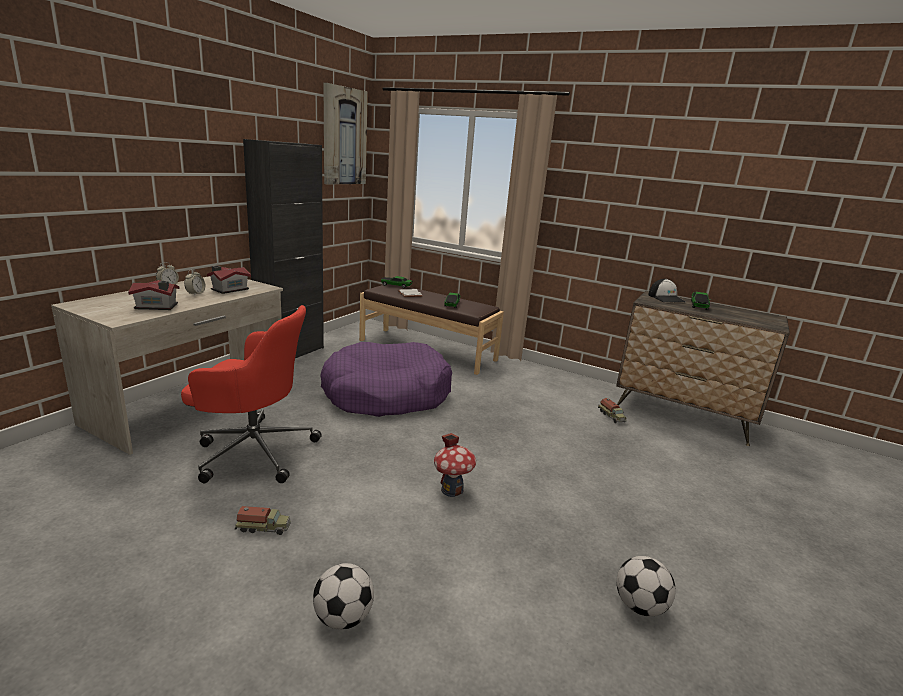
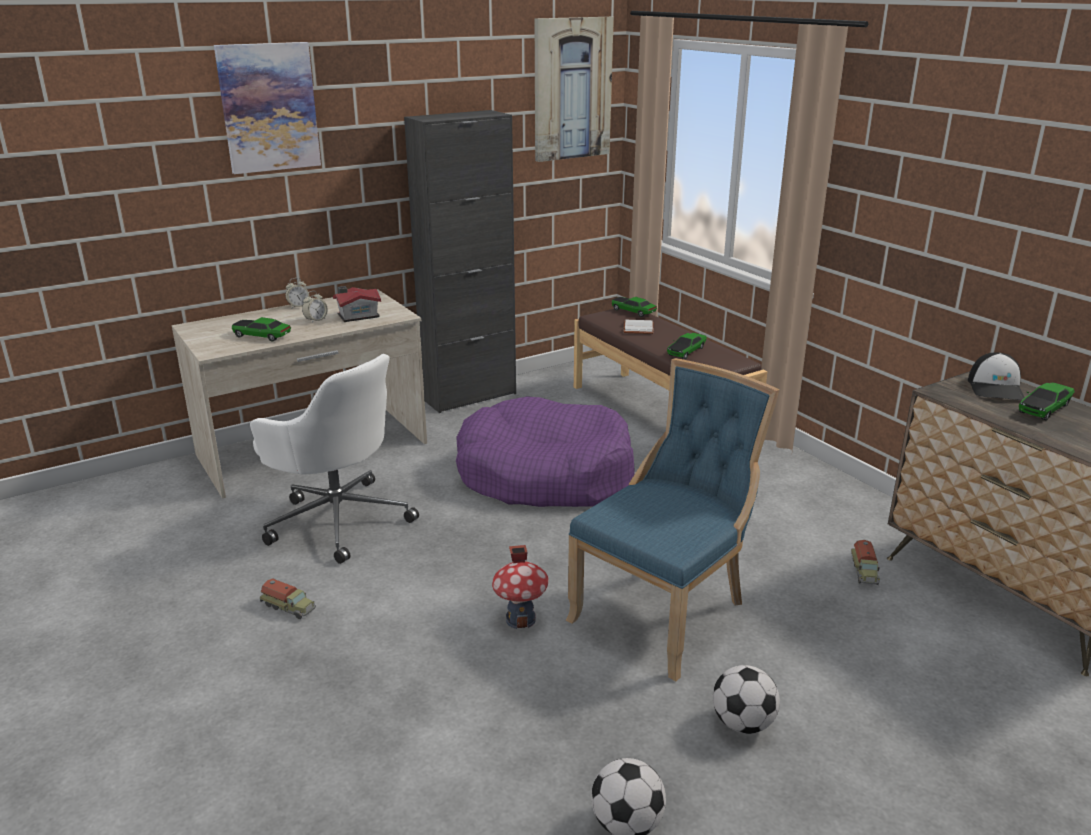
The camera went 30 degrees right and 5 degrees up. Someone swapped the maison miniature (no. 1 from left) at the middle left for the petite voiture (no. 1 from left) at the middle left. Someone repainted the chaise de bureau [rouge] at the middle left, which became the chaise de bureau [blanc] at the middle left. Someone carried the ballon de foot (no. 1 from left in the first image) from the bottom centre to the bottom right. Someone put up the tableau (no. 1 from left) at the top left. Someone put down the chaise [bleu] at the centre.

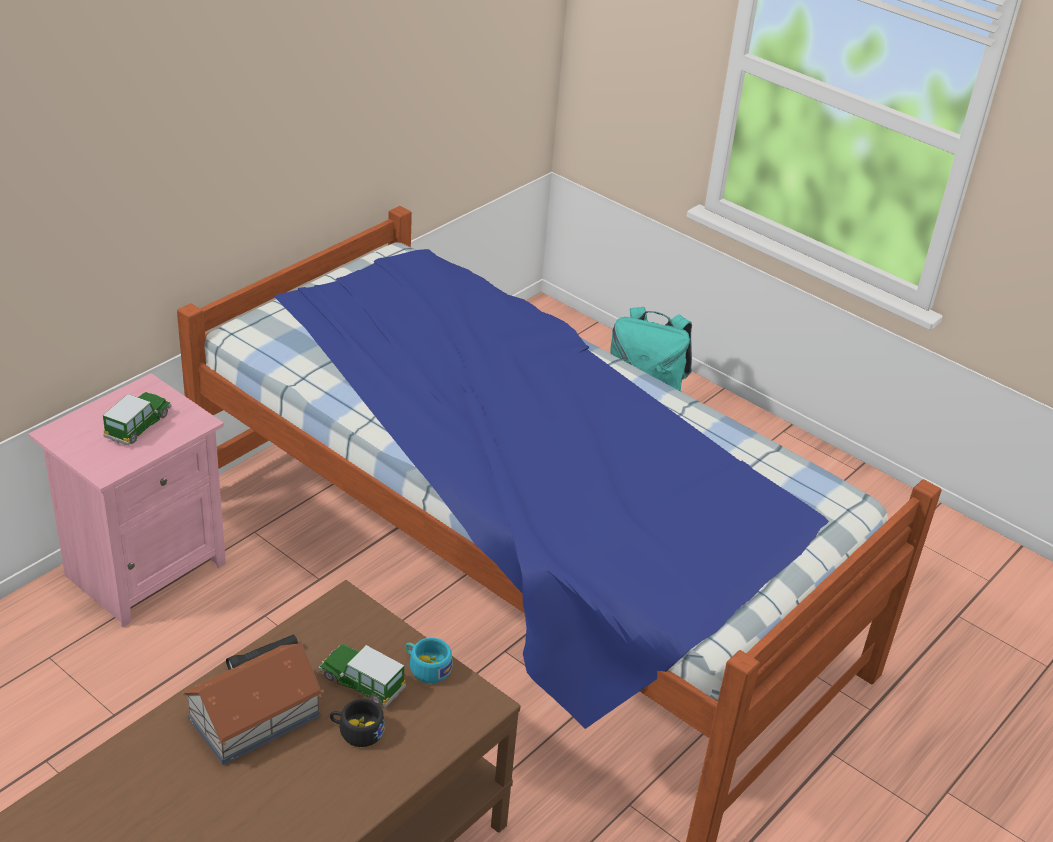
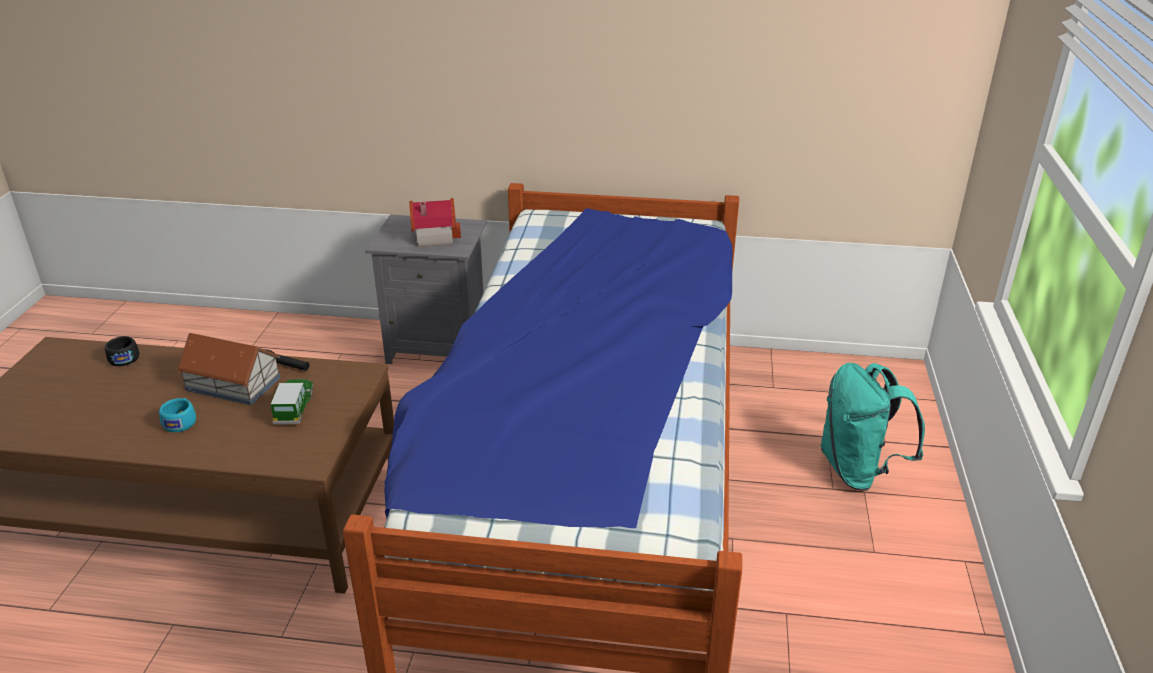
The camera went 60 degrees right and 5 degrees down. Someone repainted the table de chevet [rose] at the middle left, which became the table de chevet [gris] at the centre. Someone swapped the petite voiture (no. 1 from left) at the middle left for the maison miniature (no. 2 from left) at the top centre. Someone carried the tasse [turquoise] from the bottom centre to the middle left. Someone carried the tasse [noir] from the bottom centre to the middle left.

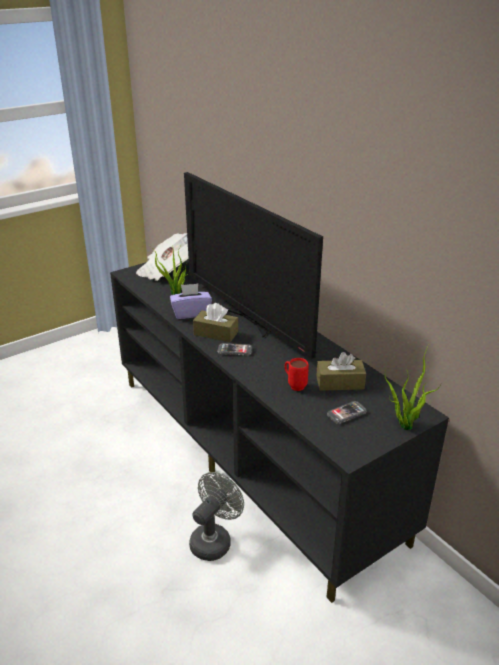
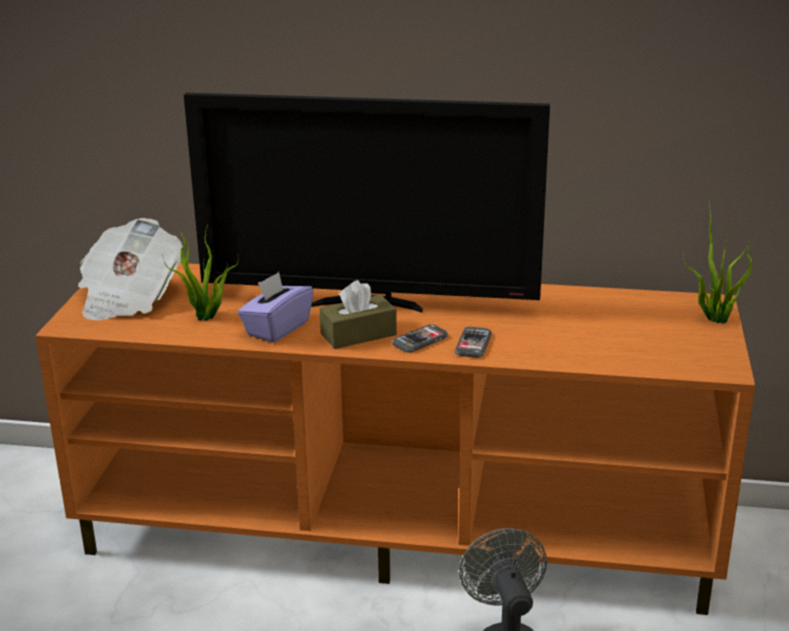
The camera went 45 degrees left and 5 degrees down. Someone repainted the meuble télé [noir] at the centre, which became the meuble télé [orange] at the bottom centre. Someone took away the boîte à mouchoirs [marron] (no. 2 from left) at the middle right. Someone took away the mug [rouge] at the centre. Someone carried the téléphone (no. 2 from left) from the middle right to the centre.

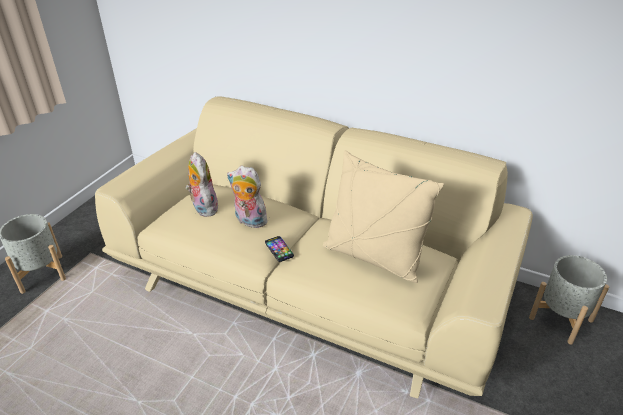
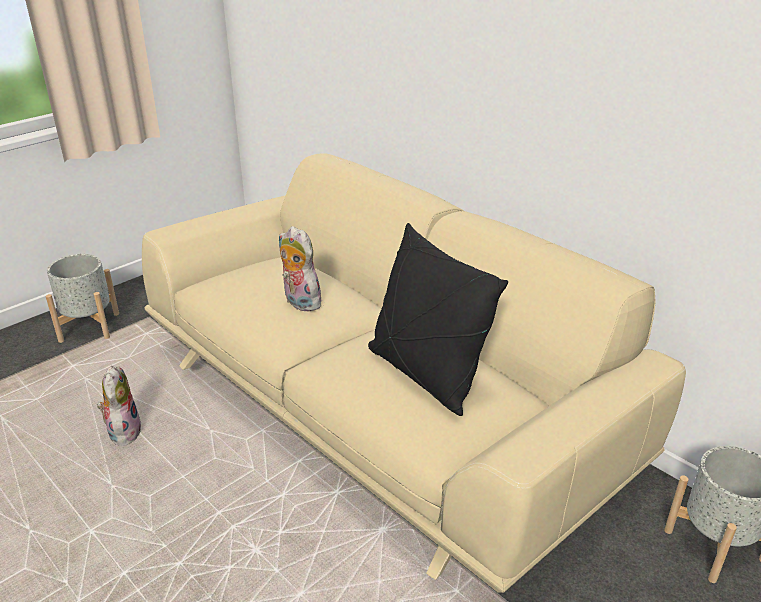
The camera went 20 degrees right and 5 degrees down. Someone repainted the coussin [beige] at the centre, which became the coussin [noir] at the centre. Someone carried the peluche (no. 1 from left) from the middle left to the bottom left. Someone took away the téléphone at the centre.

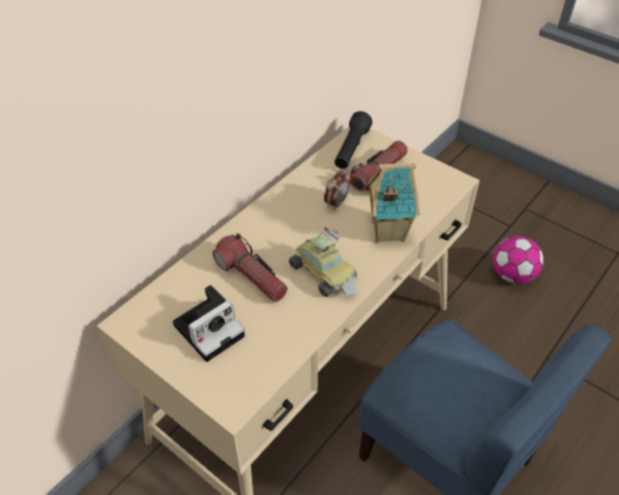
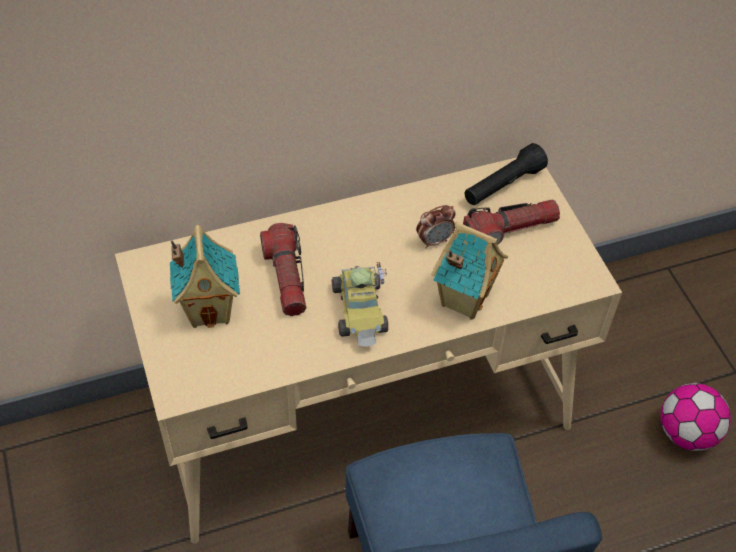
The camera went 30 degrees right and 5 degrees up. Someone swapped the appareil photo at the centre for the maison miniature (no. 1 from left) at the middle left.

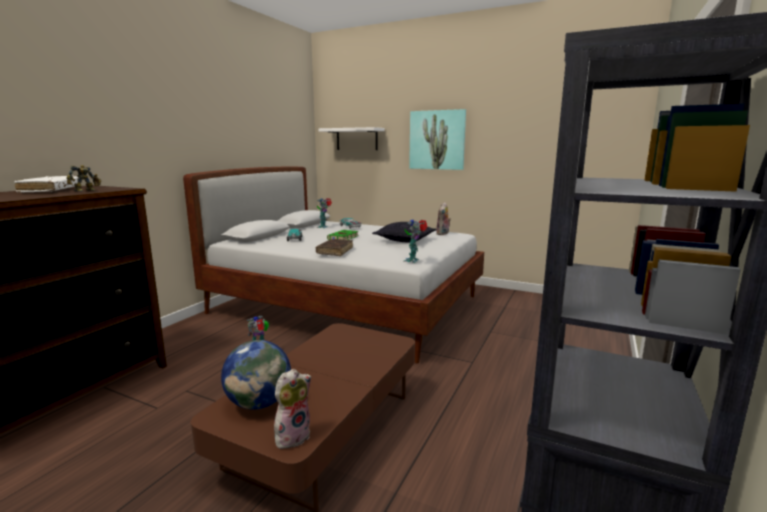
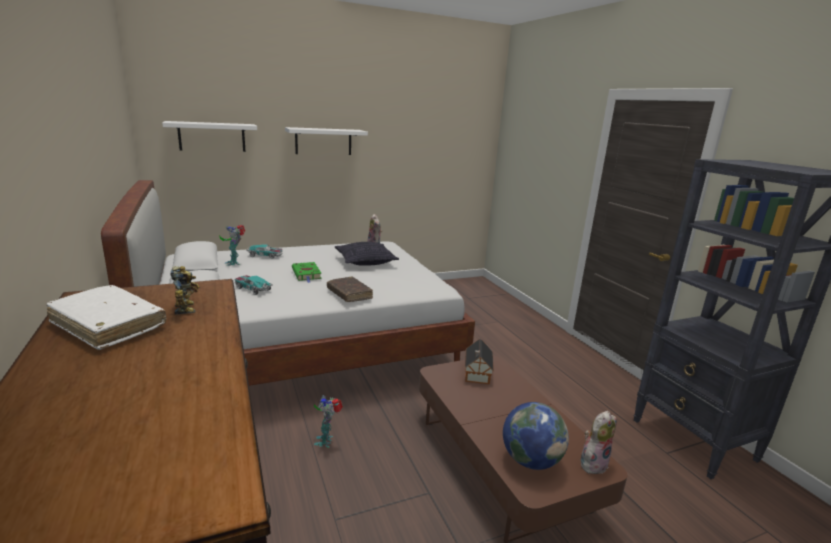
The camera went 50 degrees left and 5 degrees up. Someone swapped the tableau at the top centre for the étagère [blanc] (no. 2 from left) at the top centre. Someone took away the robot jouet (no. 4 from left) at the centre. Someone rotated the peluche (no. 1 from left in the first image) at the bottom centre by 60 degrees clockwise. Someone put down the maison miniature at the centre.

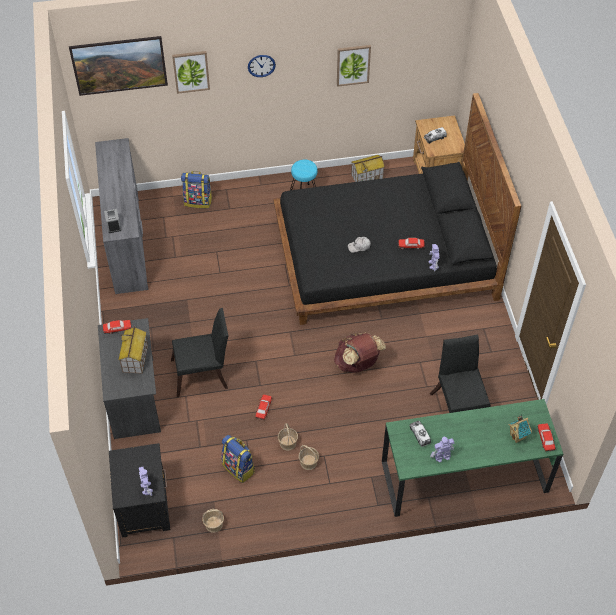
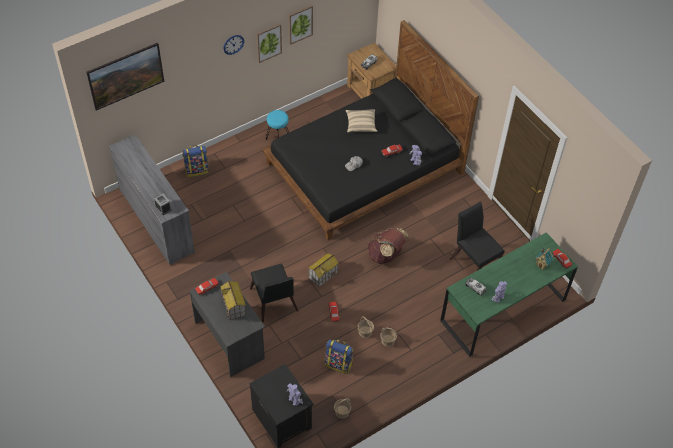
The camera went 25 degrees left and 0 degrees up. Someone carried the tableau (no. 2 from left) from the top left to the top centre. Someone carried the maison miniature (no. 2 from left) from the top centre to the centre. Someone rotated the chaise [noir] (no. 1 from left) at the middle left by 105 degrees clockwise. Someone put down the coussin [beige] at the top centre.

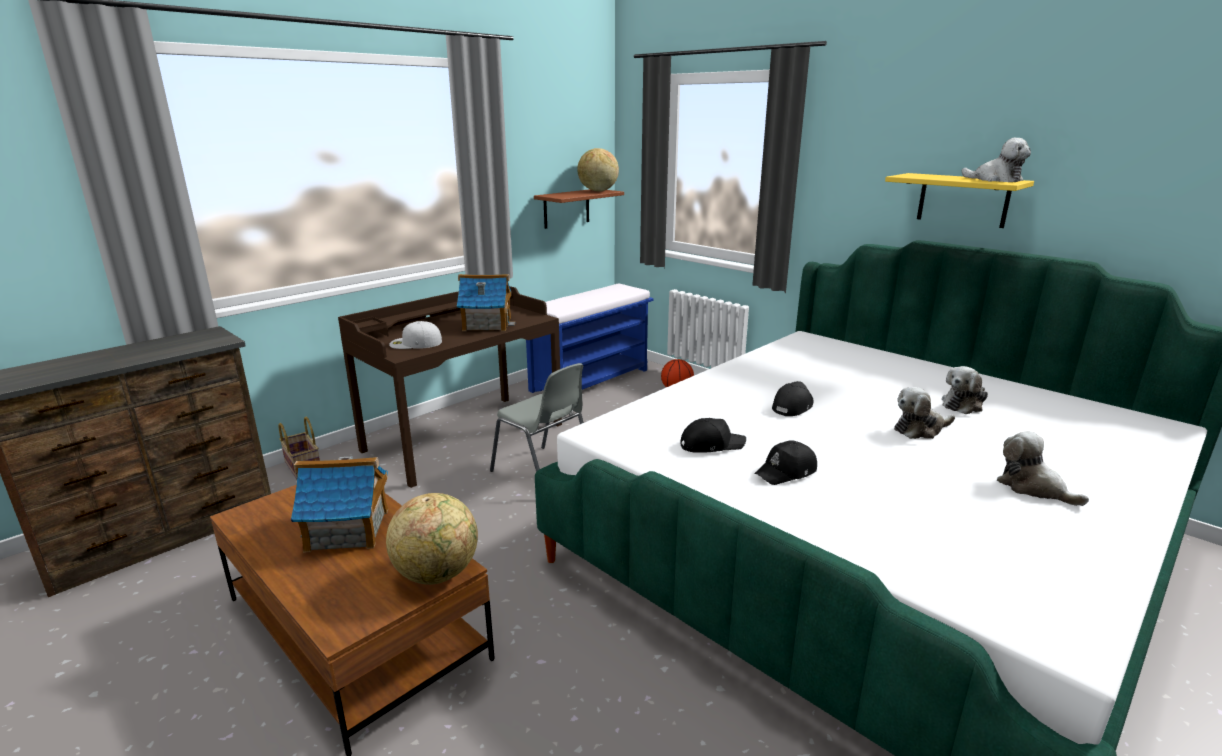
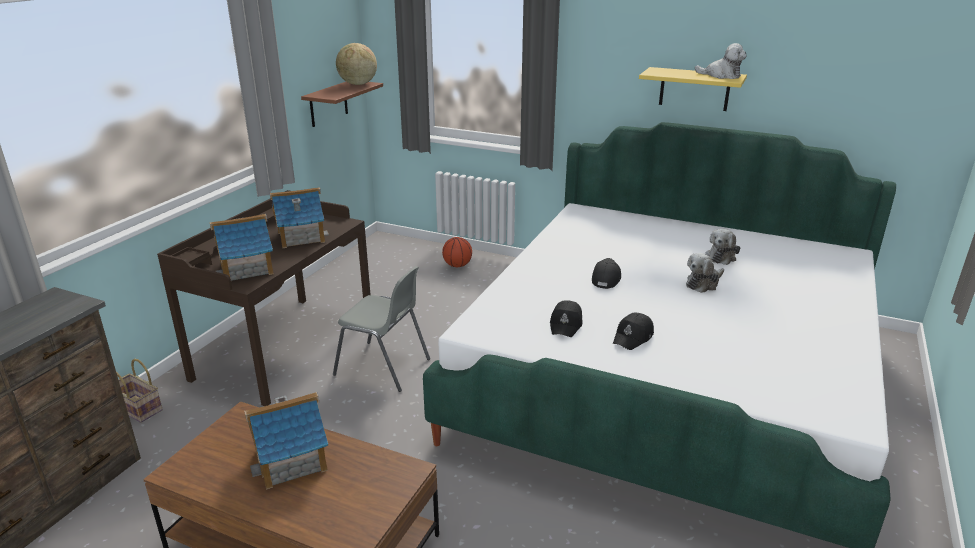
The camera went 20 degrees left and 5 degrees up. Someone took away the banc [bleu] at the centre. Someone swapped the casquette [blanc] at the centre for the maison miniature (no. 1 from left) at the middle left. Someone rotated the casquette [noir] (no. 1 from left) at the centre by 135 degrees clockwise. Someone took away the peluche (no. 4 from left) at the middle right. Someone took away the globe (no. 1 from left) at the bottom centre.

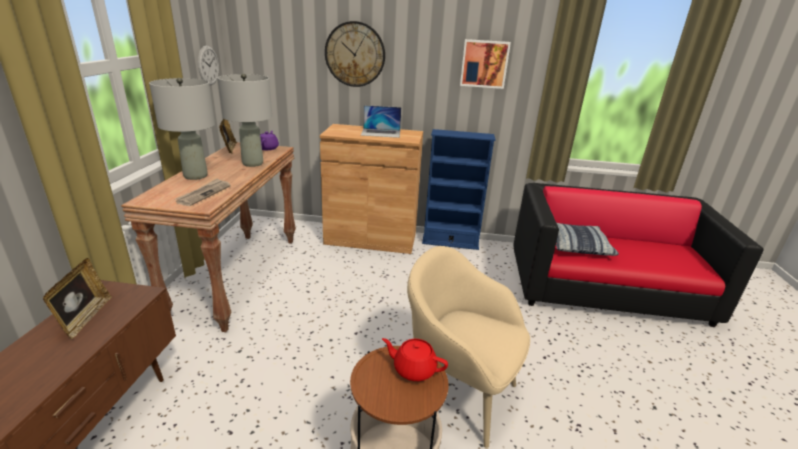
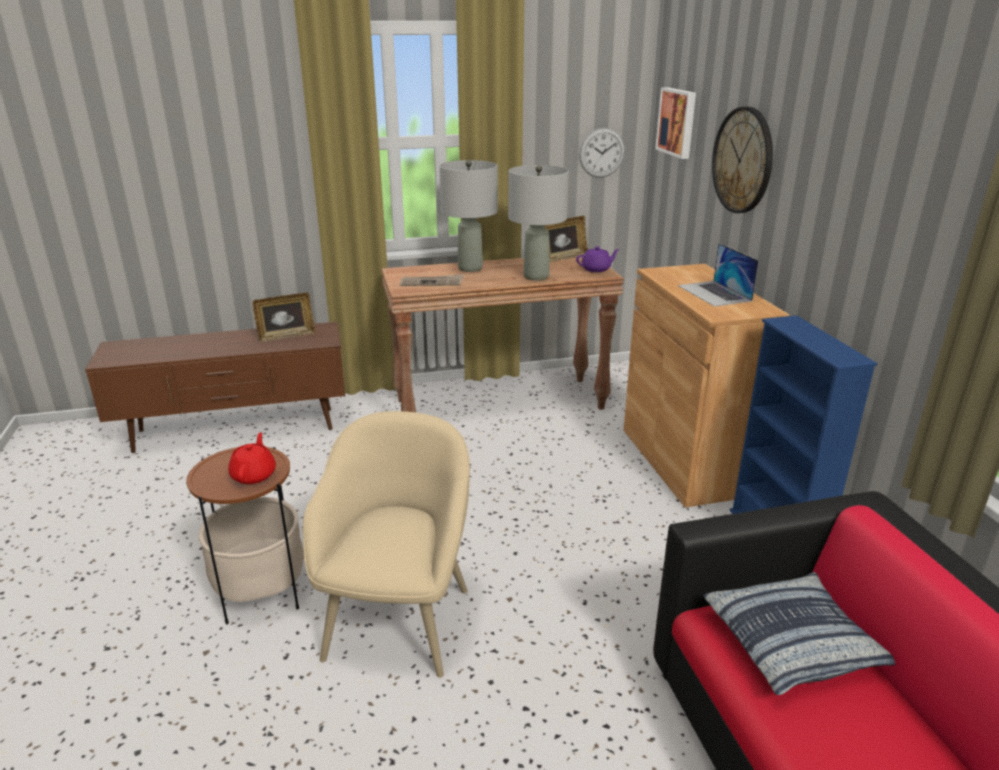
The camera went 70 degrees right and 0 degrees up. Someone carried the tableau from the top centre to the top right.

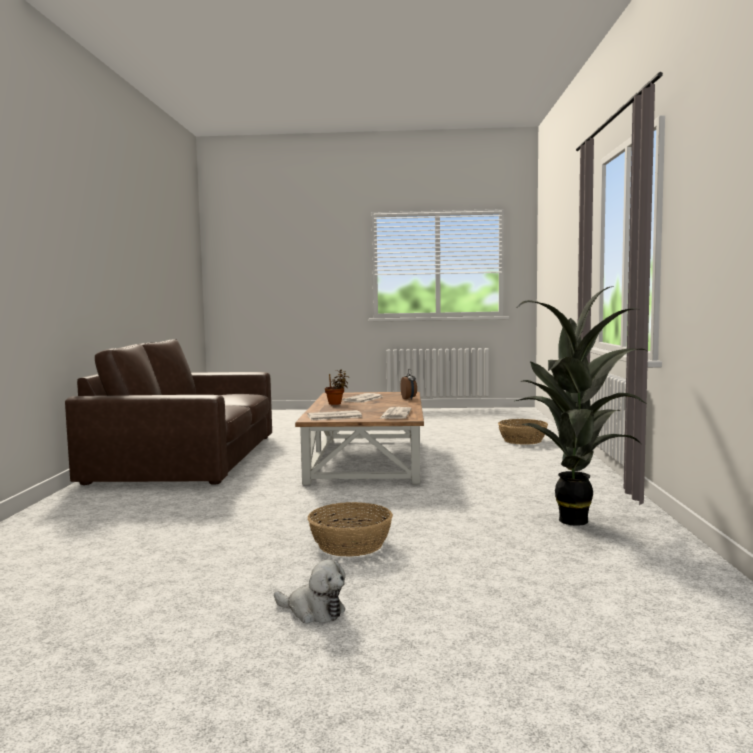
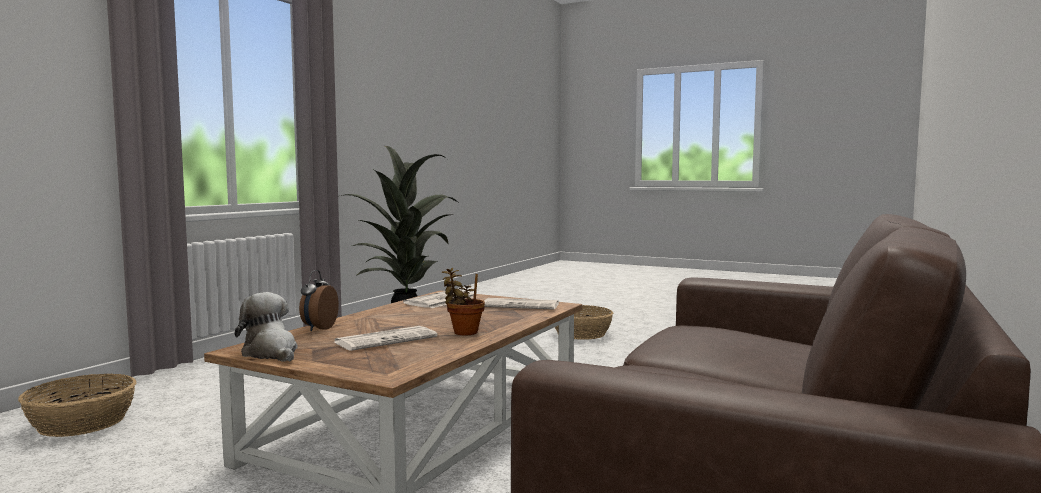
The camera went 155 degrees left and 0 degrees up. Someone carried the peluche from the bottom centre to the middle left.

